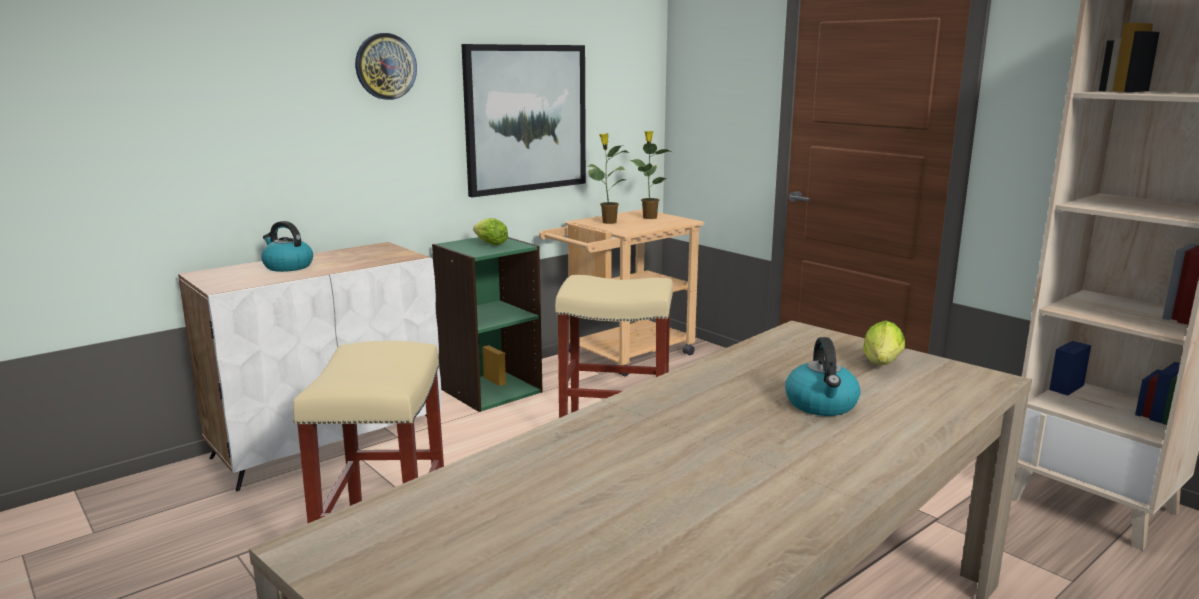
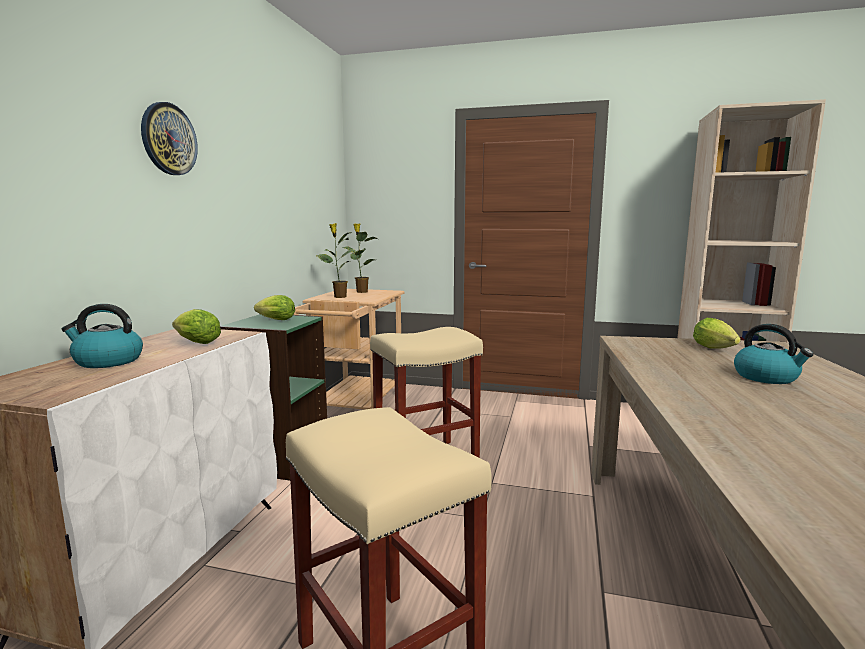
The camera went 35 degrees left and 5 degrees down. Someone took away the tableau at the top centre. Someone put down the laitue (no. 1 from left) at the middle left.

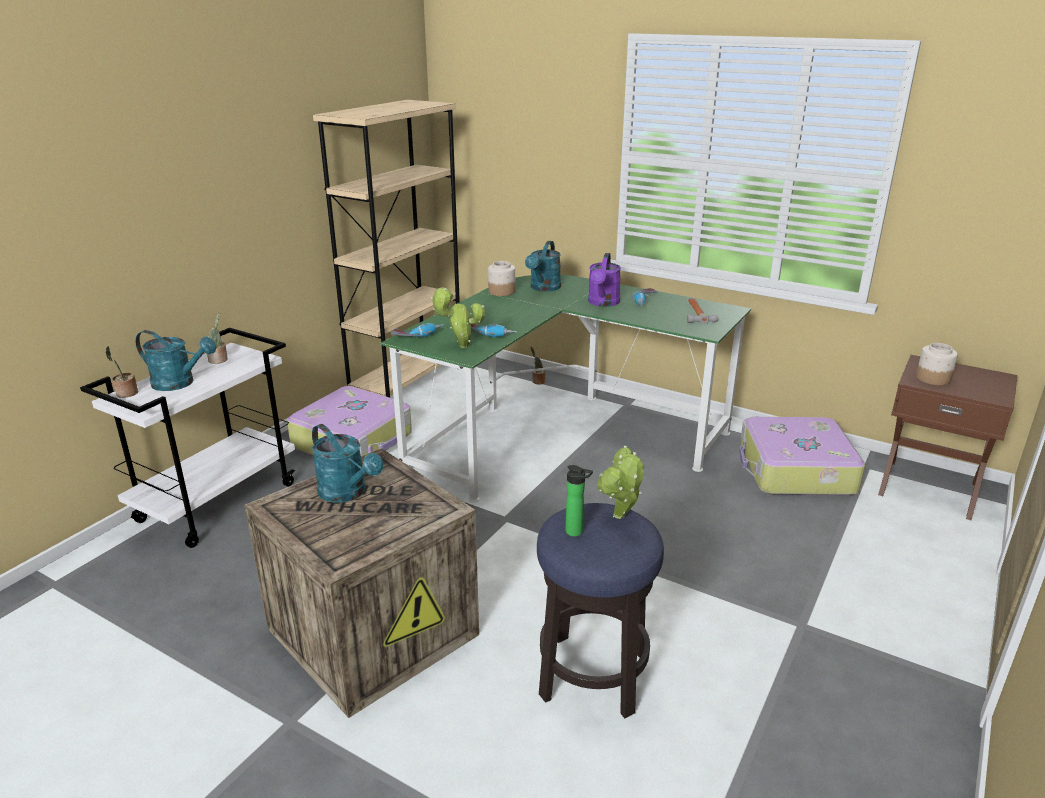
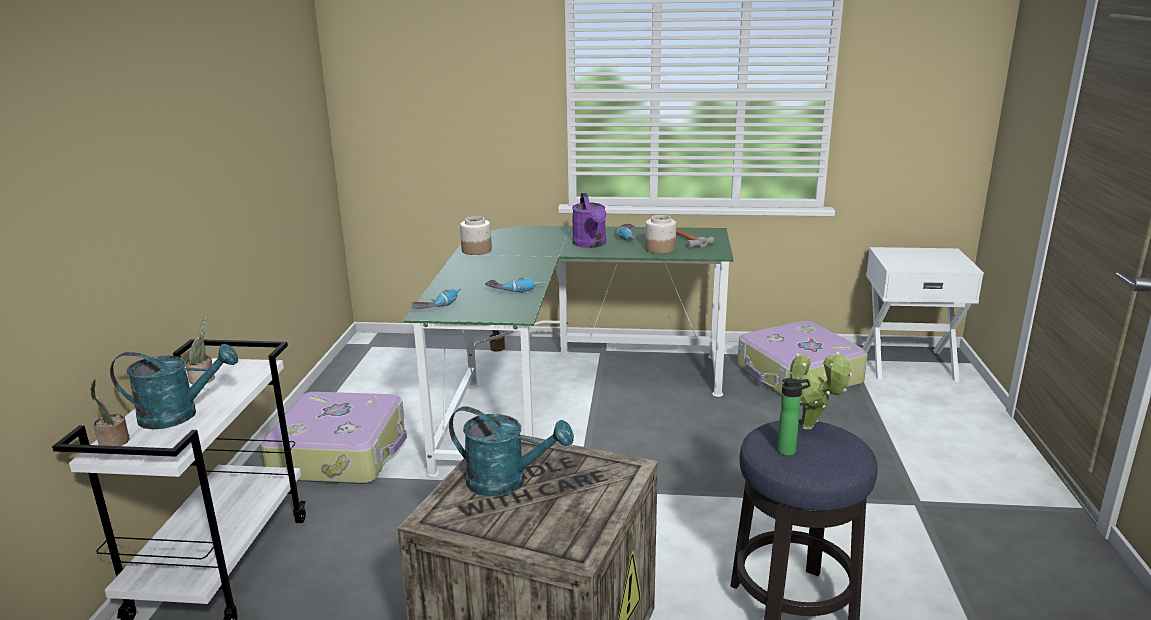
The camera went 25 degrees left and 5 degrees down. Someone took away the bibliothèque [beige] at the top centre. Someone took away the arrosoir [turquoise] (no. 3 from left) at the centre. Someone took away the plante en pot (no. 3 from left) at the centre. Someone carried the bocal (no. 2 from left) from the middle right to the centre. Someone repainted the table de chevet [marron] at the middle right, which became the table de chevet [blanc] at the middle right.

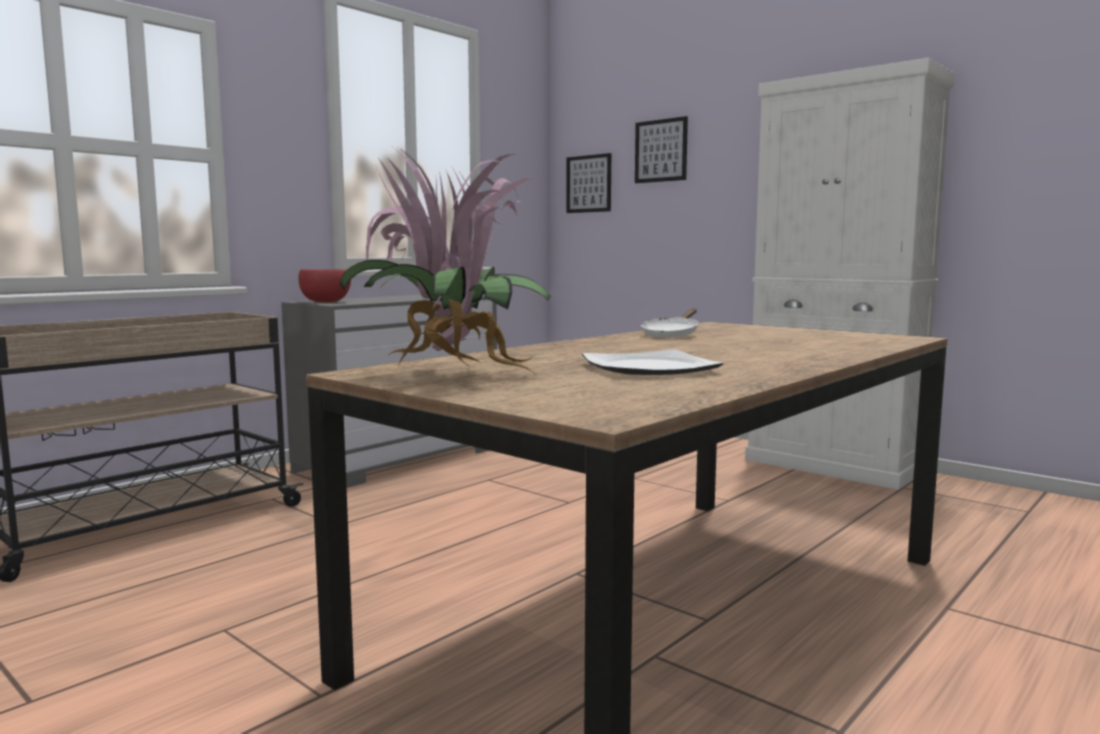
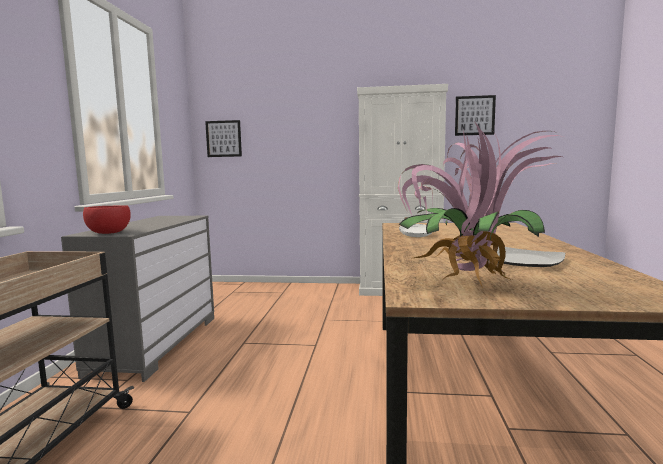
The camera went 35 degrees left and 0 degrees up. Someone carried the tableau (no. 2 from left) from the top centre to the top right.

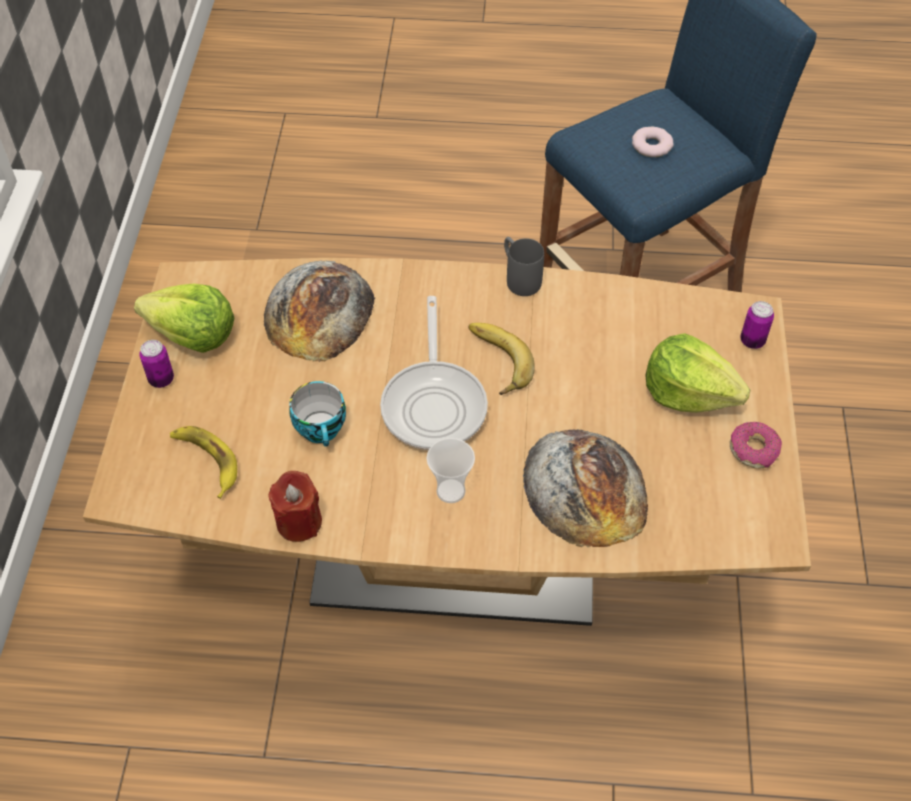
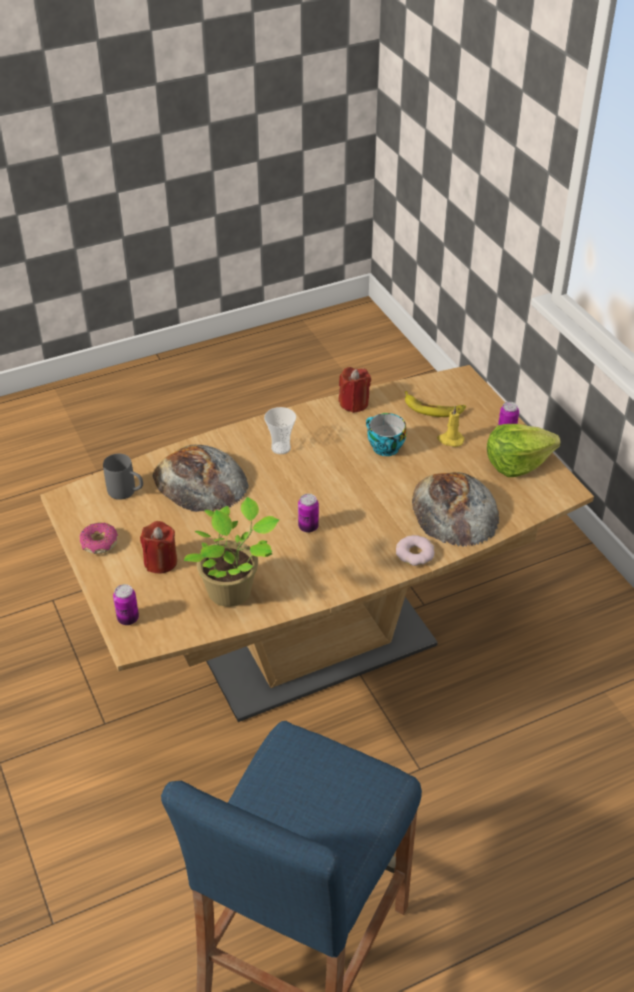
The camera went 150 degrees right and 10 degrees down. Someone carried the beignet (no. 1 from left in the first image) from the top right to the centre. Someone carried the mug [gris] from the top centre to the middle left. Someone took away the poêle at the centre. Someone swapped the banane (no. 2 from left) at the centre for the boîte métallique (no. 2 from left) at the centre. Someone swapped the laitue (no. 2 from left) at the middle right for the bougie [rouge] (no. 1 from left) at the middle left. Someone put down the bougie [jaune] at the middle right. Someone put down the plante en pot at the centre.

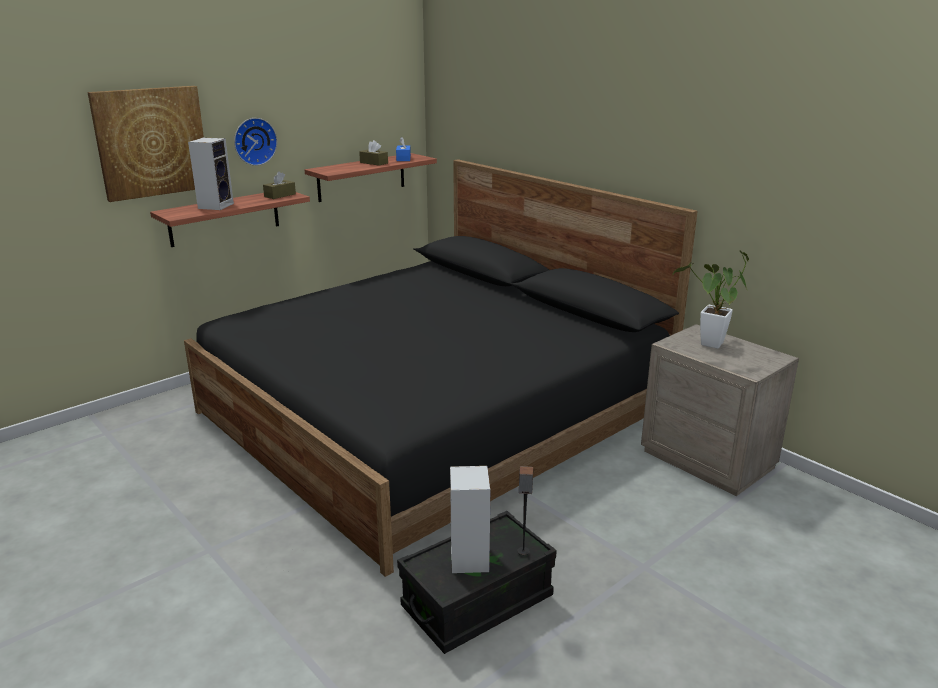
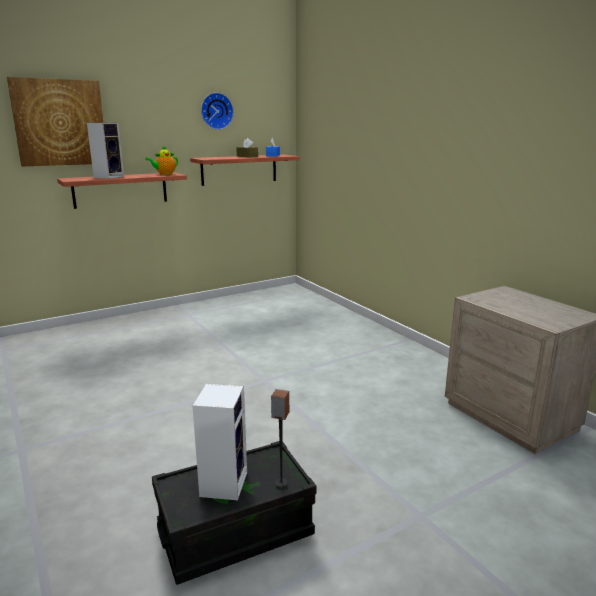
The camera went 10 degrees right and 5 degrees down. Someone carried the horloge murale from the top left to the top centre. Someone took away the lit [noir] at the centre. Someone swapped the boîte à mouchoirs [marron] (no. 1 from left) at the top left for the théière at the top left. Someone took away the plante en pot at the middle right.

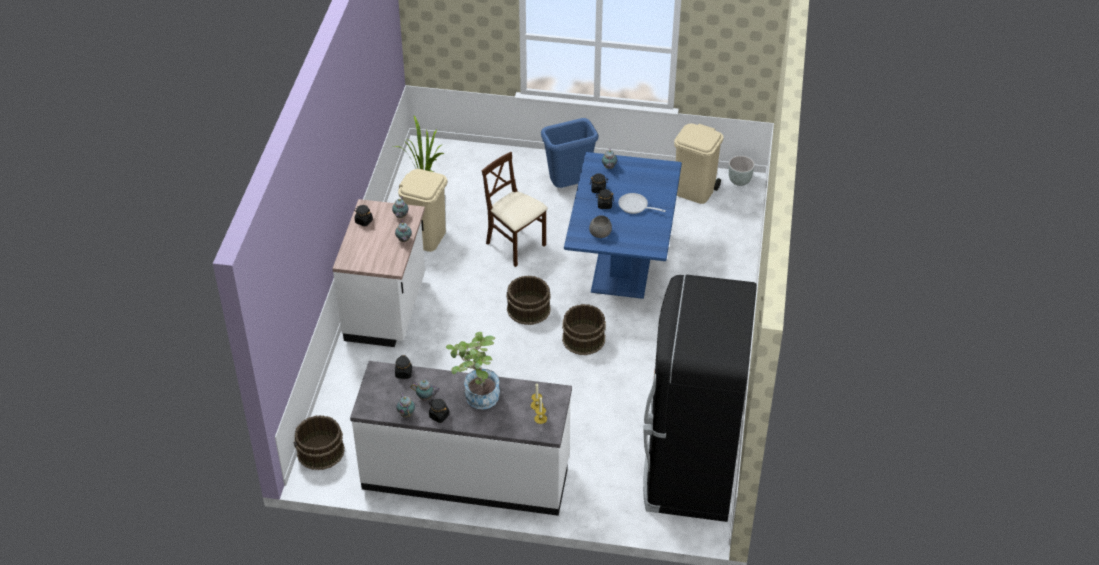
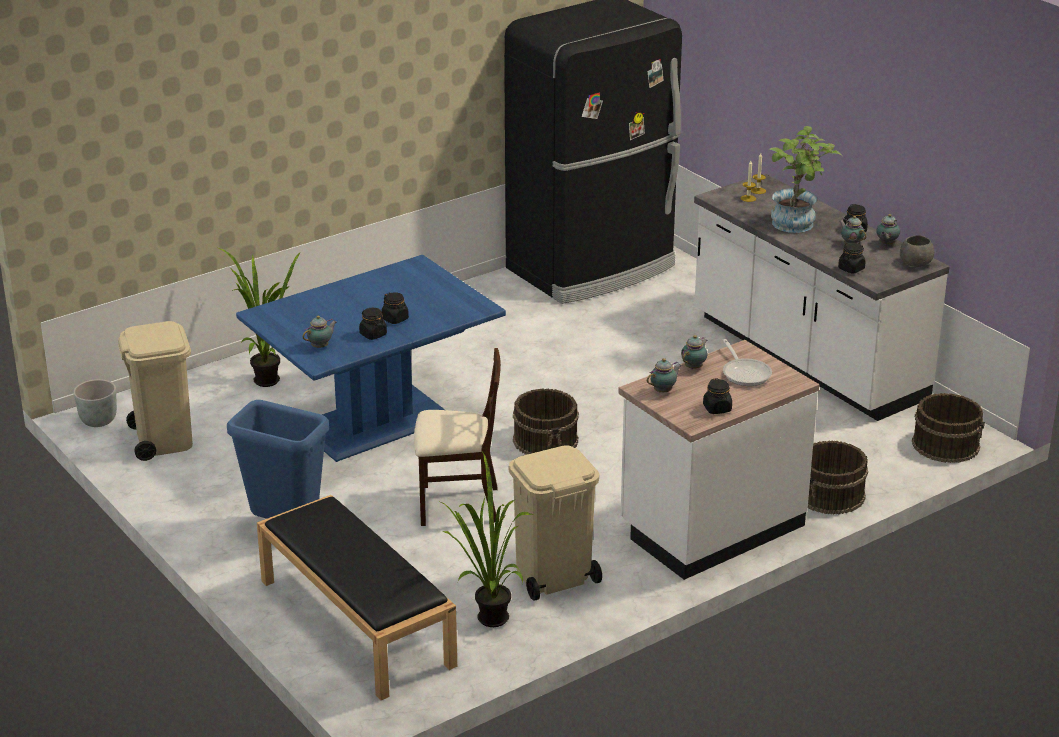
The camera went 135 degrees left and 15 degrees down. Someone rotated the chaise [beige] at the centre by 90 degrees counterclockwise. Someone carried the poêle from the centre to the middle right. Someone carried the bol [gris] from the centre to the middle right. Someone carried the seau [marron] (no. 3 from left in the first image) from the centre to the middle right. Someone put down the plante en pot (no. 1 from left) at the middle left. Someone put down the banc [noir] at the bottom centre.

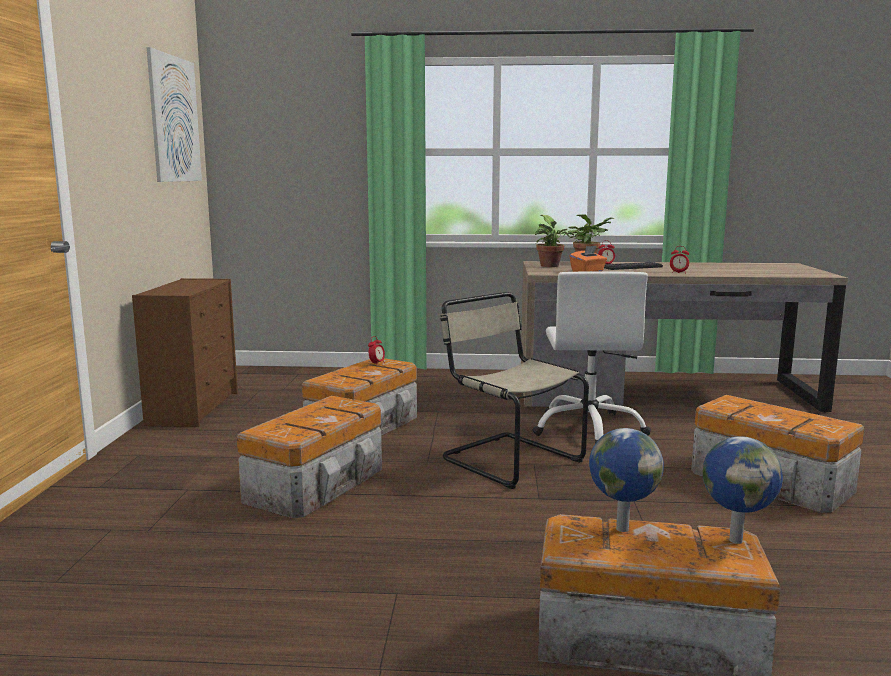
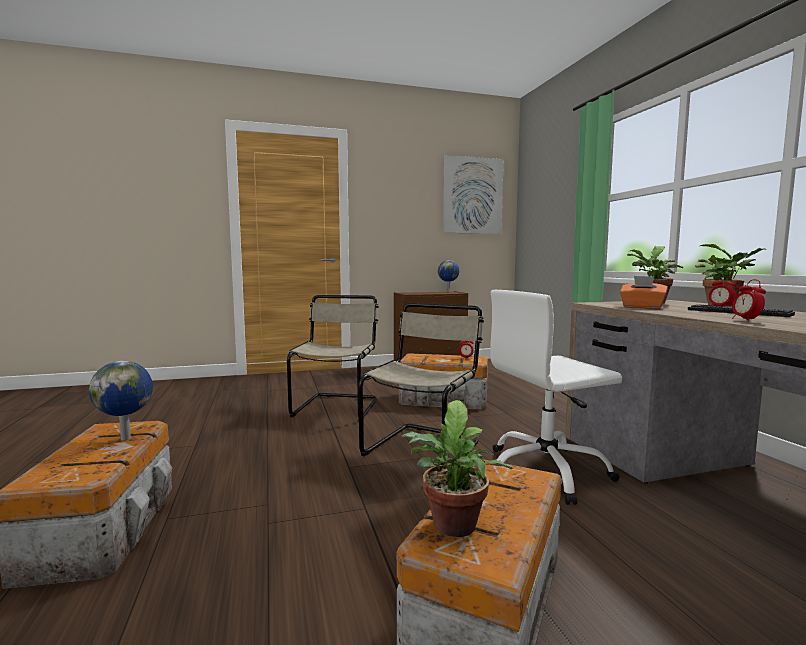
The camera went 70 degrees right and 5 degrees down. Someone swapped the boîte de rangement (no. 1 from left) at the bottom centre for the chaise [beige] (no. 1 from left) at the centre. Someone carried the globe (no. 2 from left) from the bottom right to the centre. Someone put down the plante en pot (no. 1 from left) at the bottom centre.

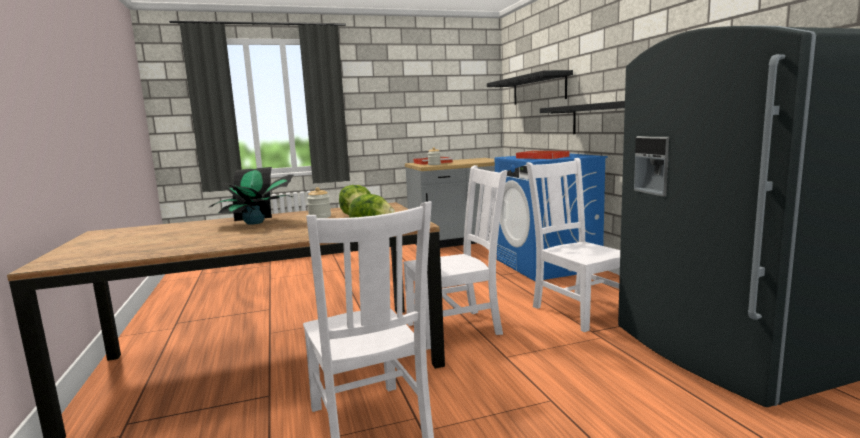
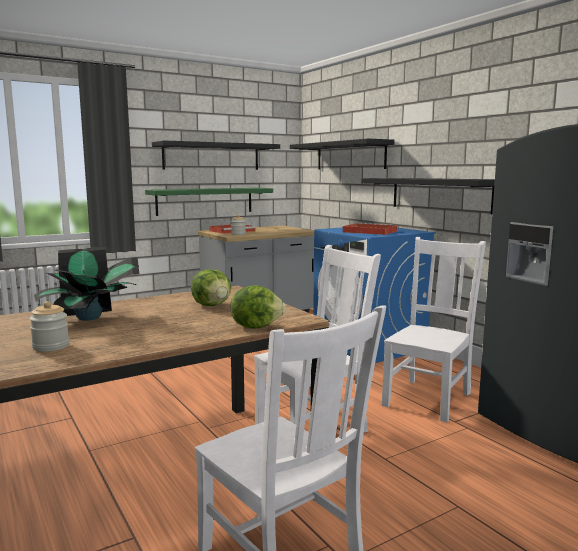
The camera went 15 degrees left and 0 degrees up. Someone rotated the chaise [blanc] (no. 3 from left) at the centre by 75 degrees clockwise. Someone carried the bocal (no. 1 from left) from the centre to the middle left. Someone put up the étagère [noir] (no. 1 from left) at the top centre. Someone put up the étagère [vert] at the centre.

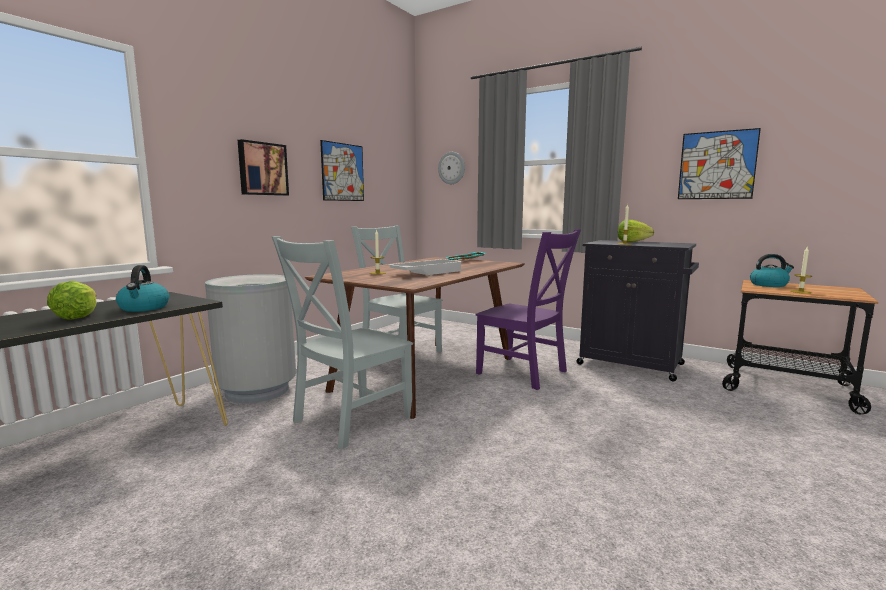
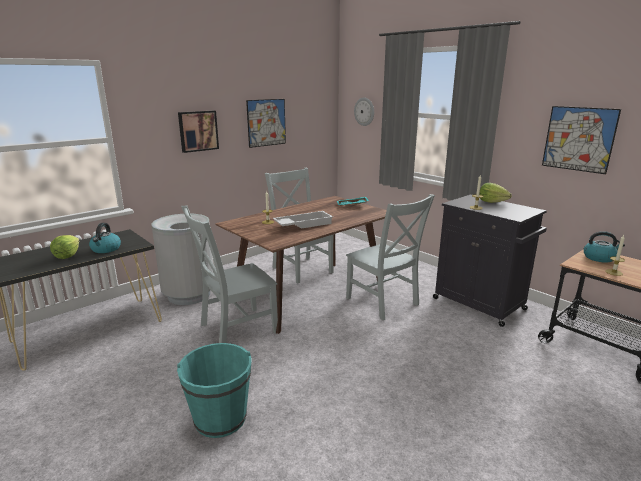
The camera went 15 degrees right and 10 degrees up. Someone repainted the chaise [violet] at the centre, which became the chaise [gris] (no. 3 from left) at the centre. Someone put down the seau [turquoise] at the bottom centre.

